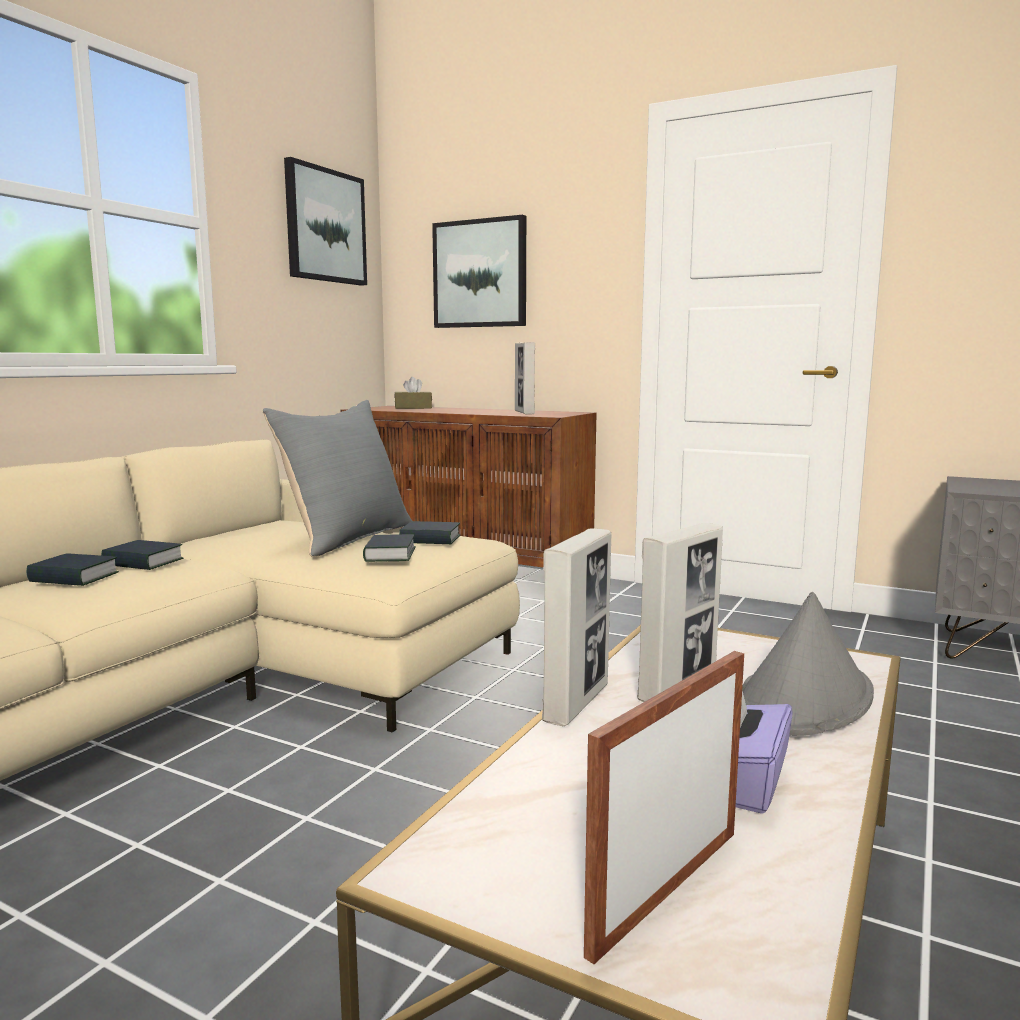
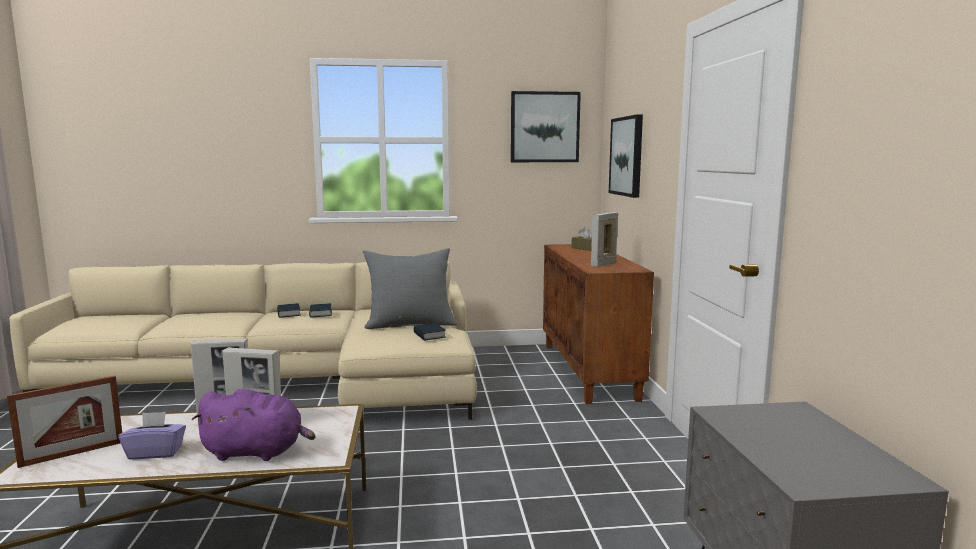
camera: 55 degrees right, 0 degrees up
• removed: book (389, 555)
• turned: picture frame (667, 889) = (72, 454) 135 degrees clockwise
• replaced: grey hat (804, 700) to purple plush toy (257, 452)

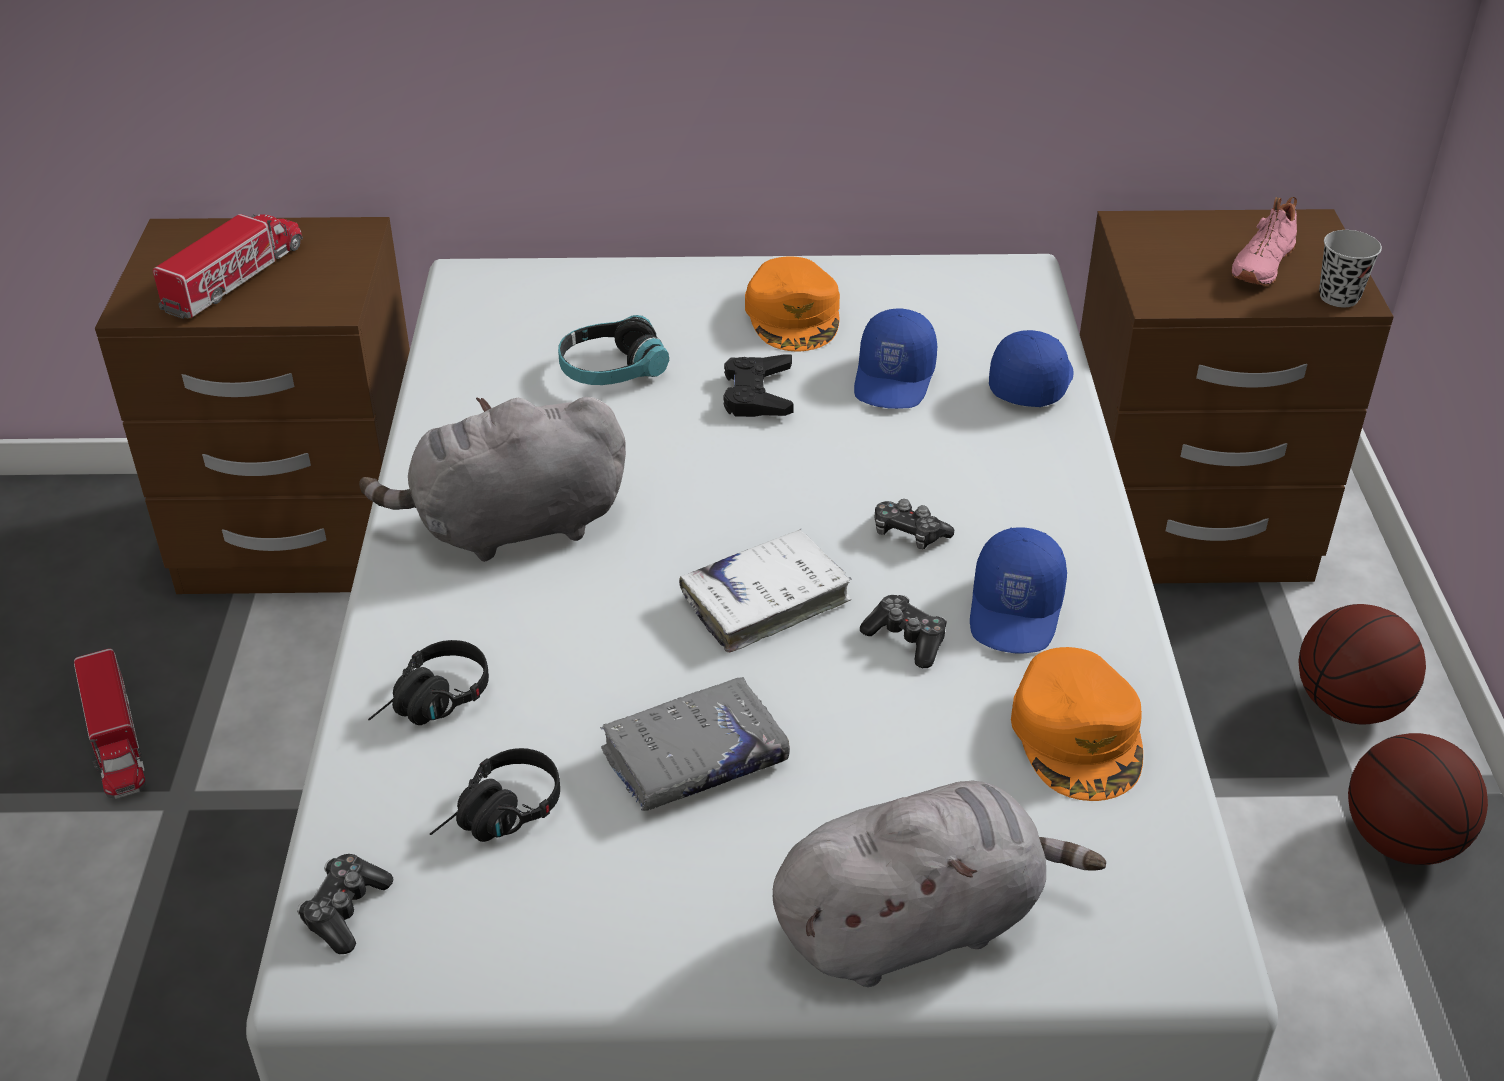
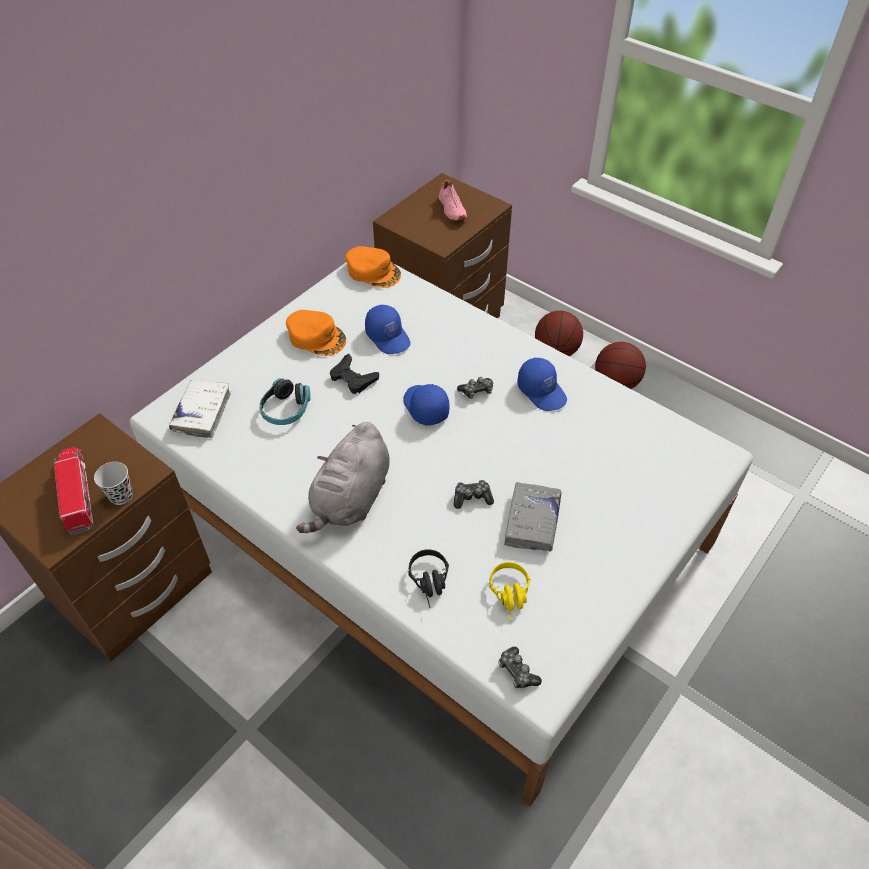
camera: 50 degrees left, 10 degrees up
• removed: toy truck (116, 739)
• recoloured: black headphones (499, 818) to yellow headphones (511, 597)
• moved: white book (765, 600) to (202, 412)
• removed: grey plush toy (916, 923)
• moved: game controller (906, 639) to (472, 498)
• moved: blue cap (1030, 381) to (425, 407)
• moved: orange cap (1078, 735) to (373, 271)
• moved: black cup (1339, 297) to (121, 496)

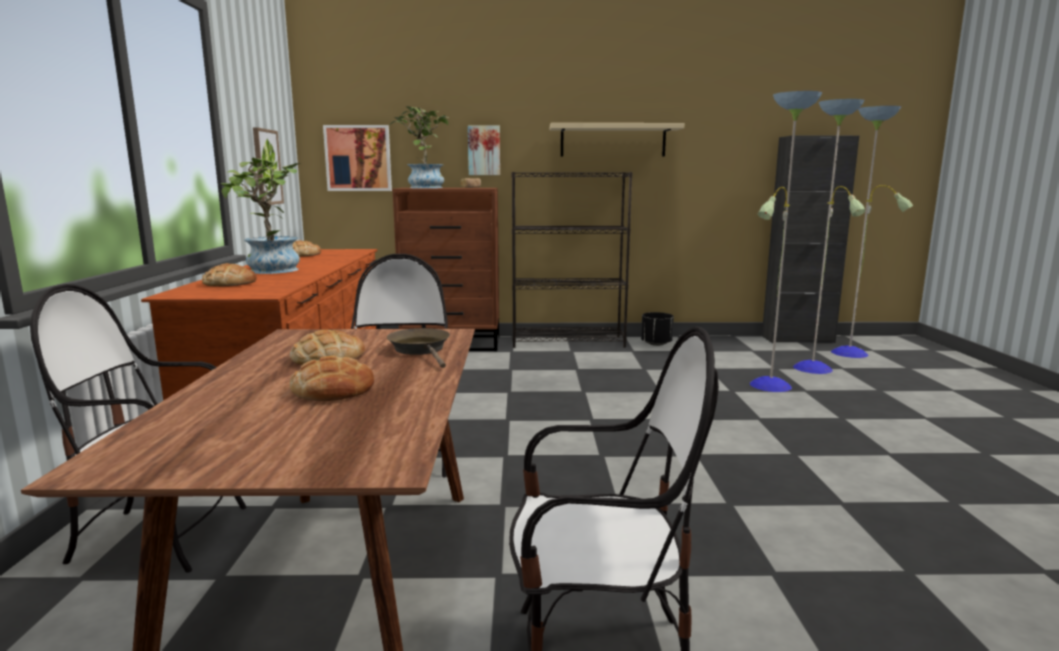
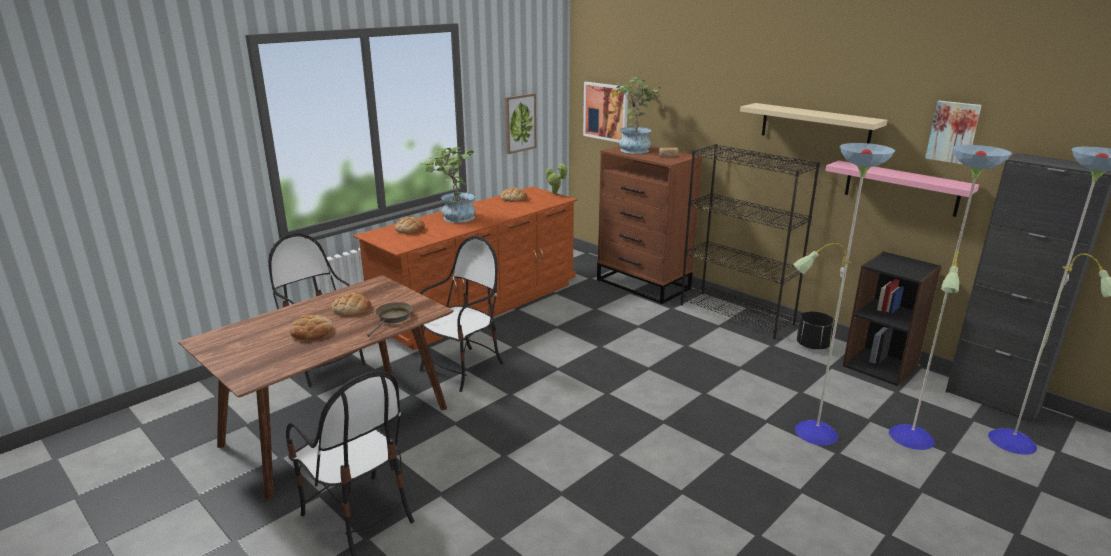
camera: 45 degrees right, 10 degrees up
• moved: picture (484, 150) to (953, 132)
• added: potted plant (555, 194)
• added: pink shelf (901, 188)
• added: black bookcase (880, 365)

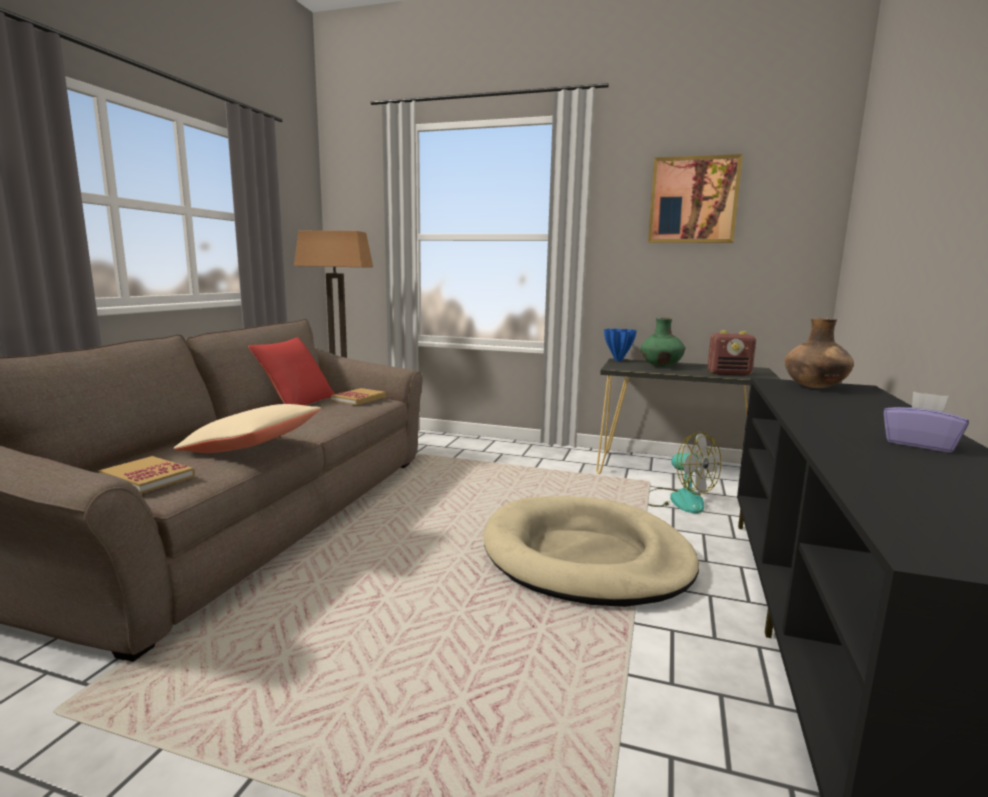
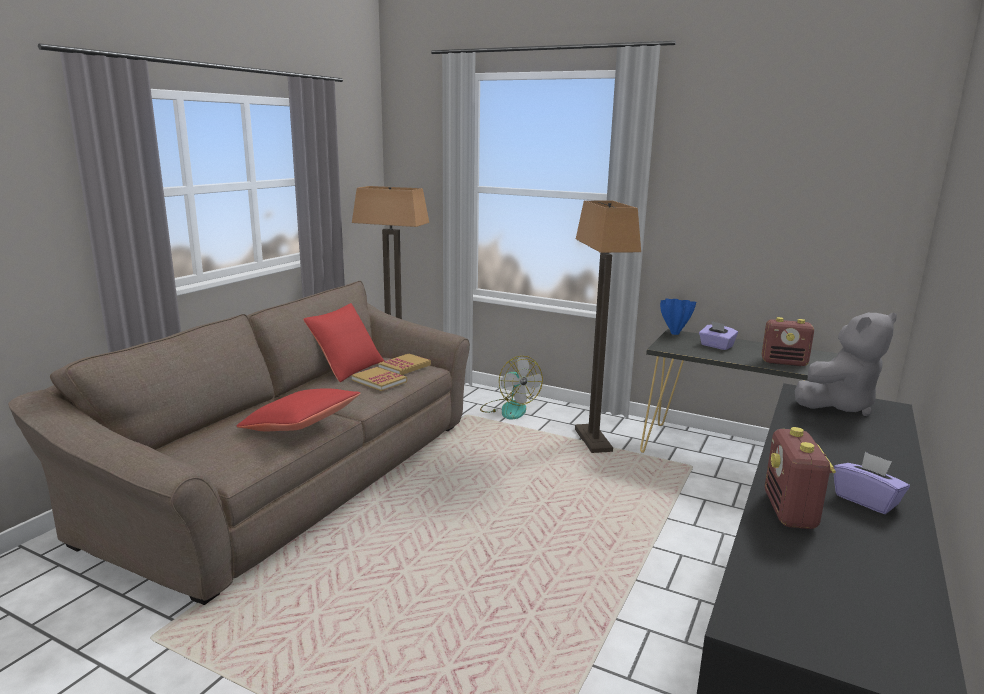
camera: 10 degrees right, 5 degrees up
• moved: book (147, 477) to (379, 381)
• recoloured: beige pillow (252, 447) to red pillow (301, 426)
• removed: beige dog bed (586, 557)
• replaced: green vase (661, 366) to purple tissue box (716, 346)
• removed: picture (693, 200)
• moved: fan (678, 500) to (509, 409)
• replaced: brown vase (815, 387) to grey plush toy (838, 405)
• added: floor lamp (593, 440)
• added: radio (790, 511)

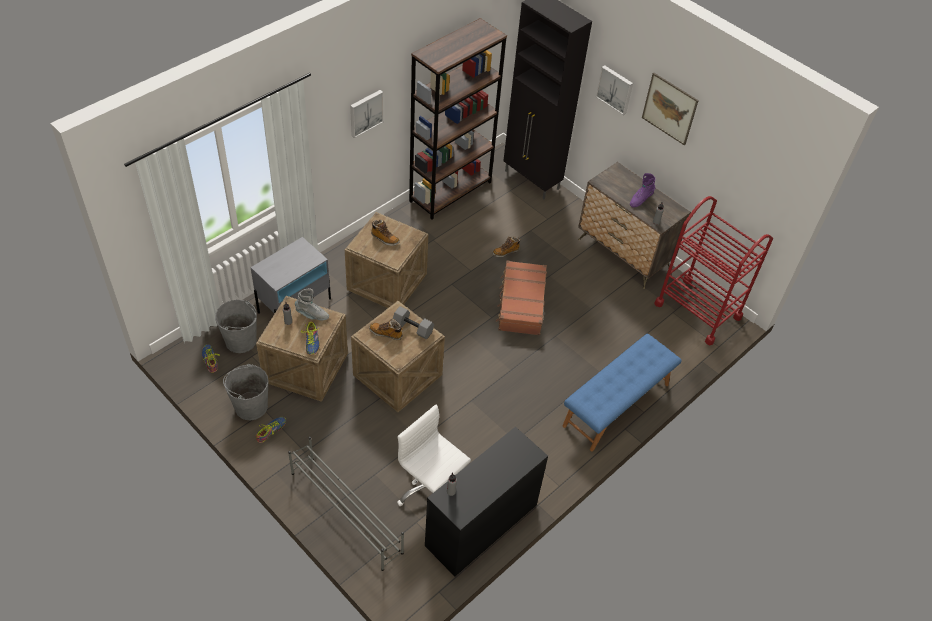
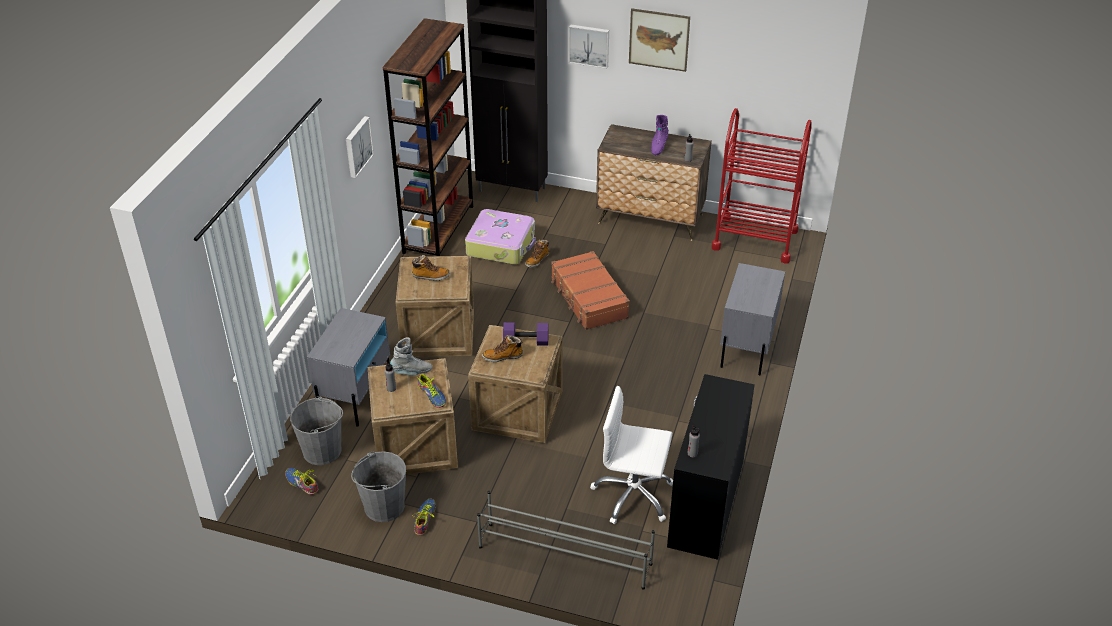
camera: 25 degrees left, 10 degrees down
• recoloured: grey dumbbell (413, 327) to purple dumbbell (526, 341)
• replaced: blue bench (617, 405) to grey nightstand (747, 346)
• added: suitcase (501, 245)

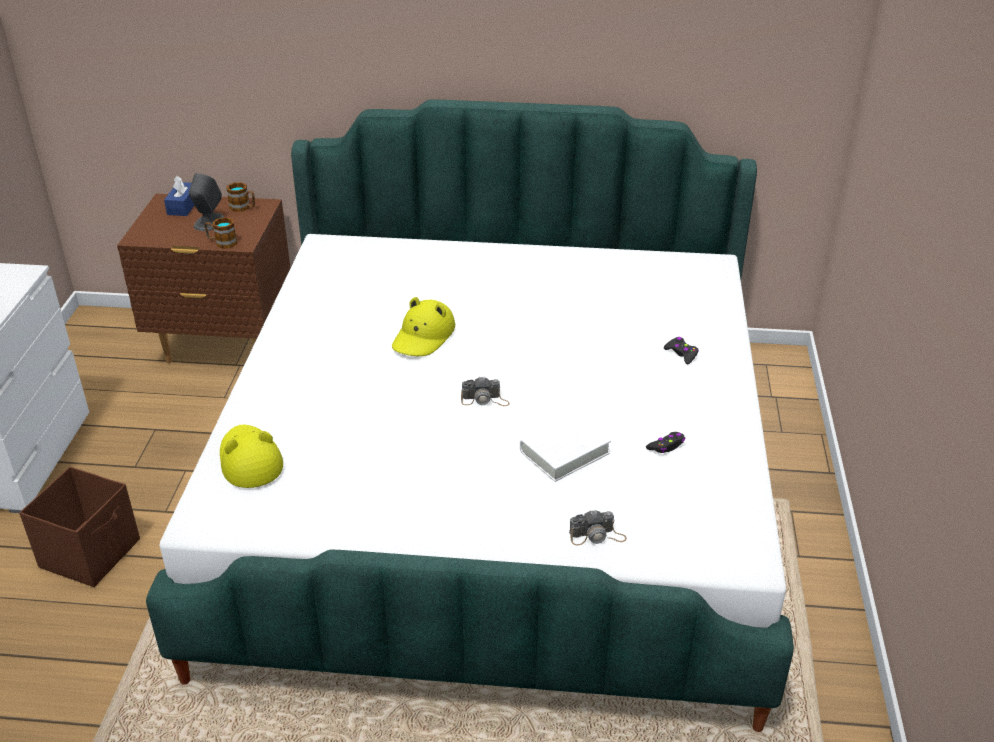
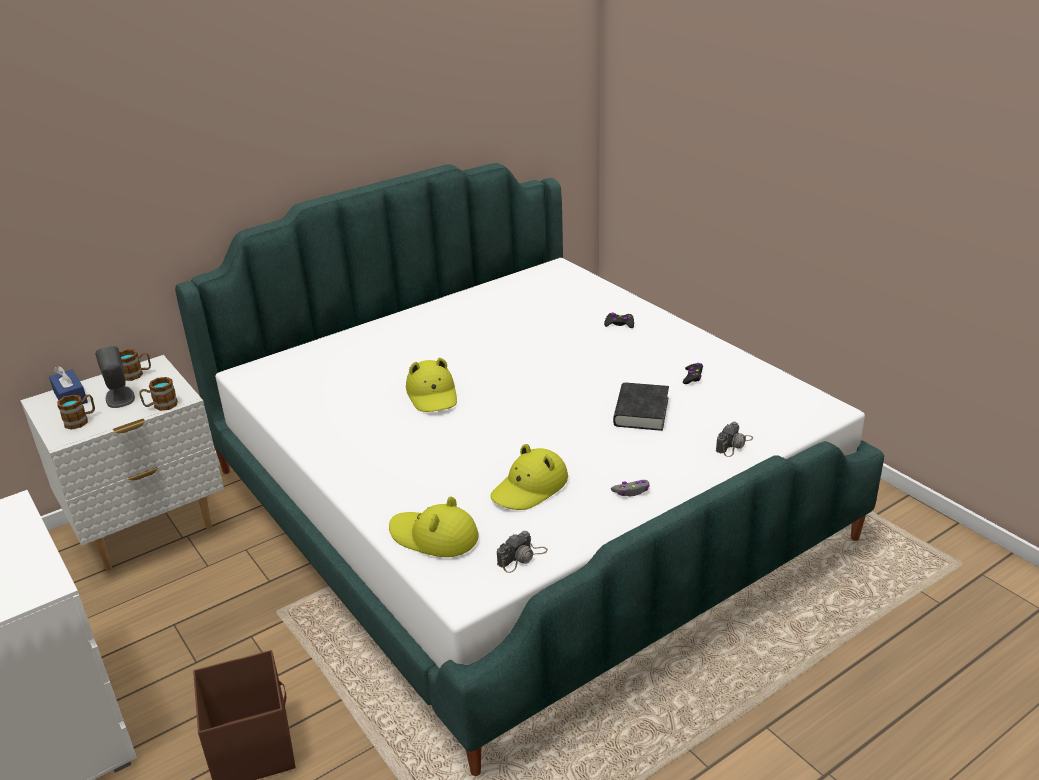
camera: 40 degrees left, 5 degrees down
• recoloured: brown nightstand (224, 345) to white nightstand (149, 529)
• moved: photo camera (485, 400) to (522, 557)
• recoloured: white book (564, 452) to black book (641, 412)
• added: mug (81, 420)
• added: yellow hat (530, 488)
• added: grey game controller (631, 491)

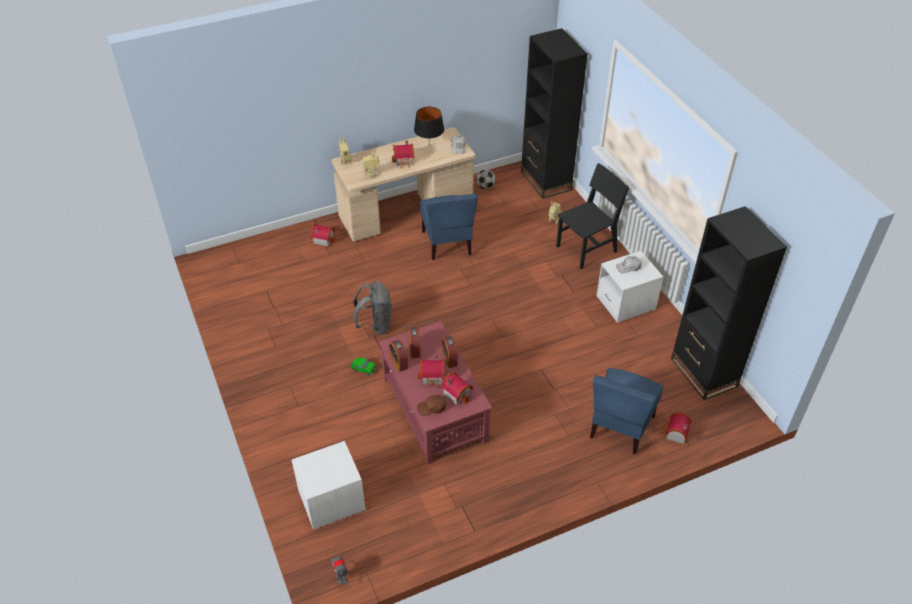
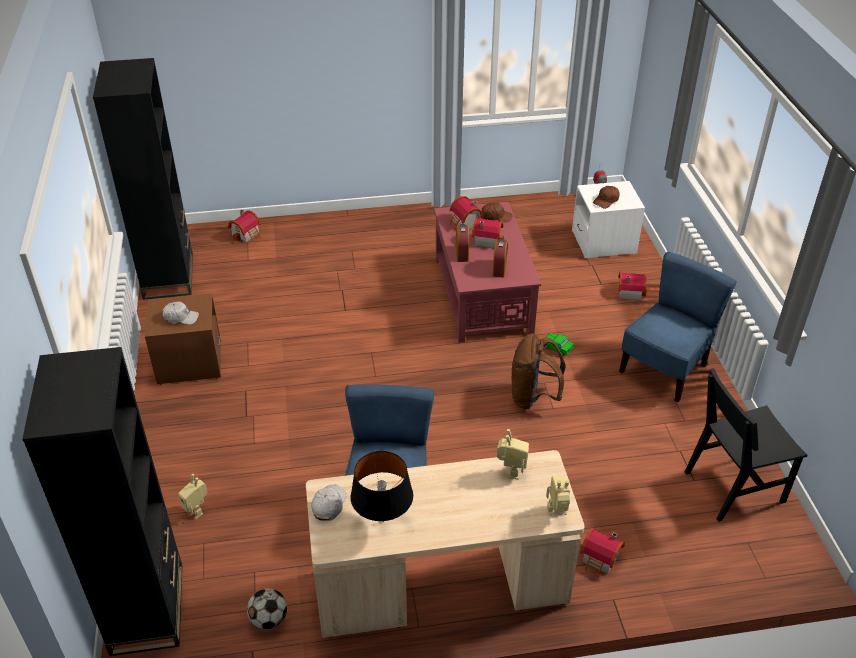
camera: 165 degrees left, 5 degrees down
• recoloured: grey backpack (375, 325) to brown backpack (533, 397)
• removed: alarm clock (399, 362)
• moved: toy house (404, 161) to (629, 292)
• moved: black chair (586, 249) to (734, 486)
• moved: blue chair (620, 426) to (664, 370)
• recoloured: white nightstand (626, 303) to brown nightstand (189, 363)
• added: brown cap (606, 201)

